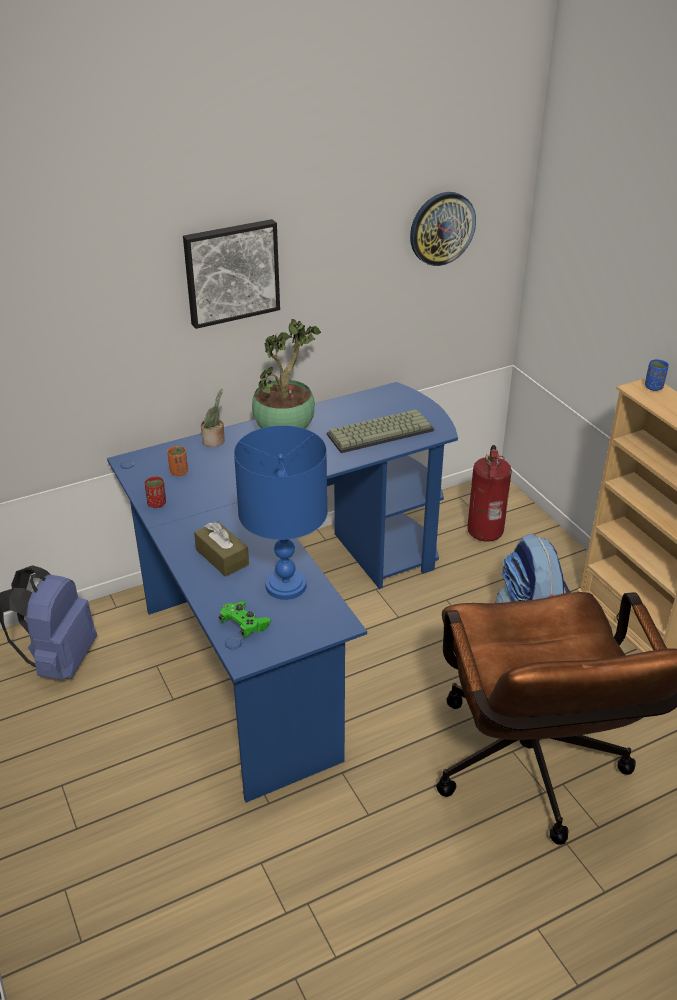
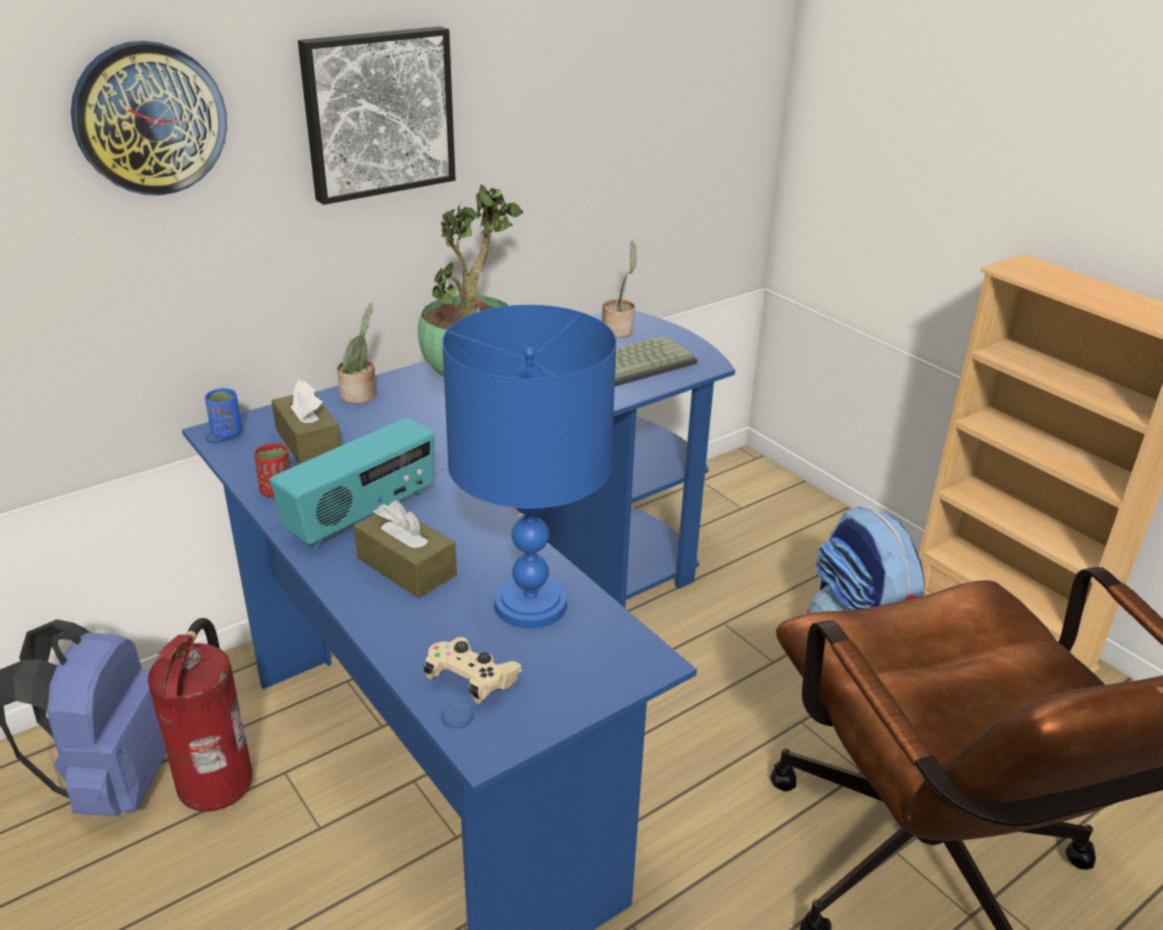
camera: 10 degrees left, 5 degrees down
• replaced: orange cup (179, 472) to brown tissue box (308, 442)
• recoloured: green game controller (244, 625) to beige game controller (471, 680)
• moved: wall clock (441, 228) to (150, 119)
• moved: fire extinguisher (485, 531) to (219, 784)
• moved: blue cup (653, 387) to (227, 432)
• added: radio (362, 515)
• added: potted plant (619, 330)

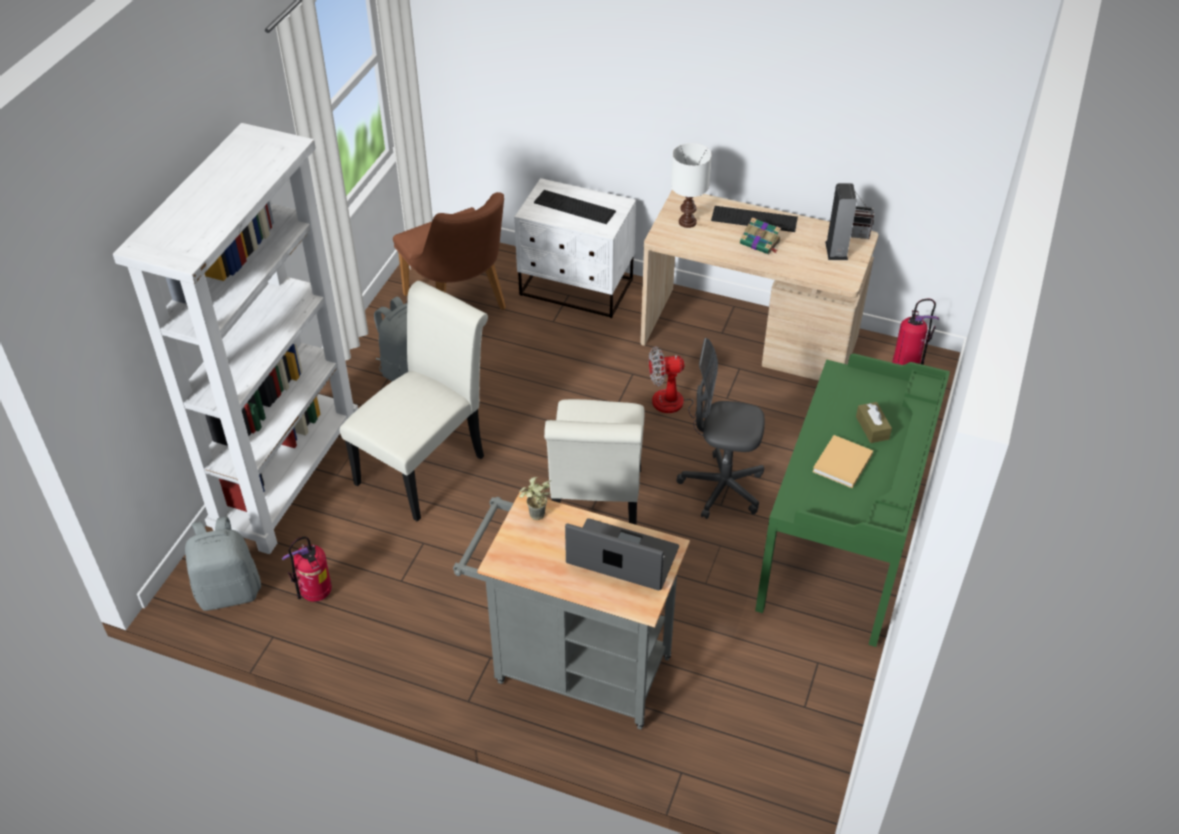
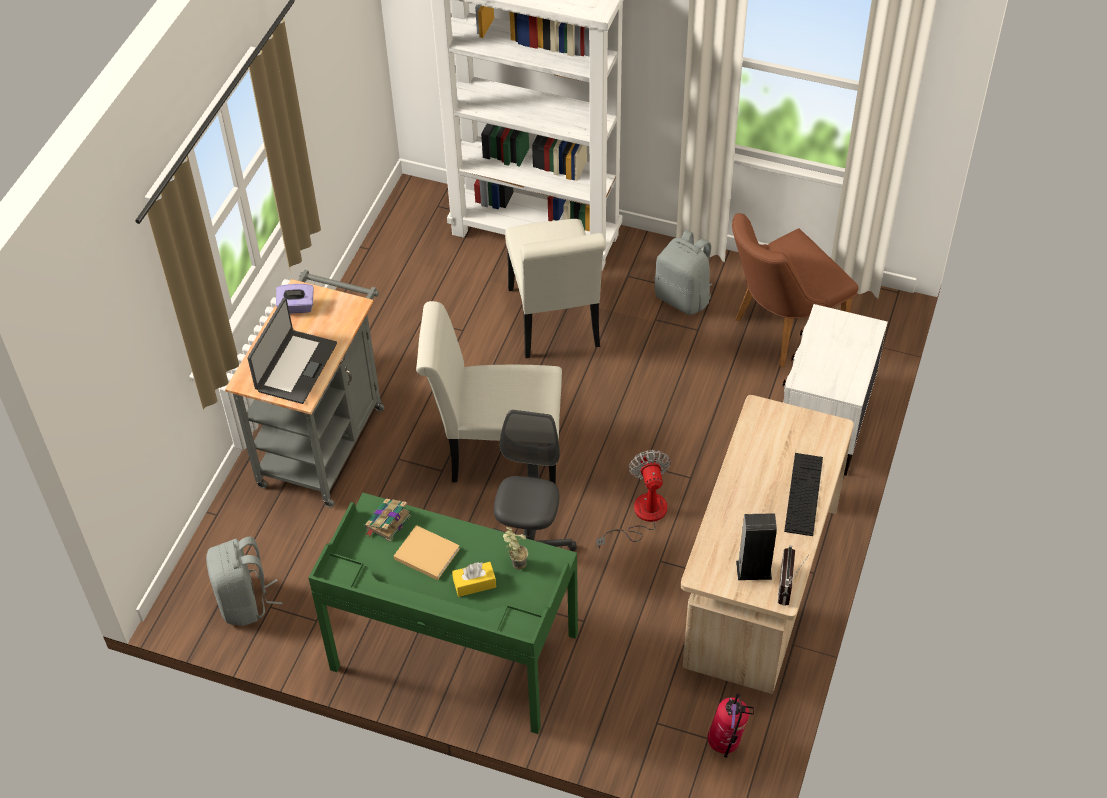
camera: 90 degrees right, 5 degrees up
• moved: grey backpack (229, 591) to (245, 602)
• removed: fire extinguisher (316, 595)
• turned: white chair (426, 464) = (555, 324) 45 degrees clockwise
• moved: potted plant (535, 518) to (515, 562)
• removed: keyboard (574, 207)
• removed: white table lamp (686, 222)
• moved: book (760, 243) to (387, 522)
• recoloured: brown tissue box (872, 428) to yellow tissue box (474, 583)
• added: purple tissue box (296, 307)

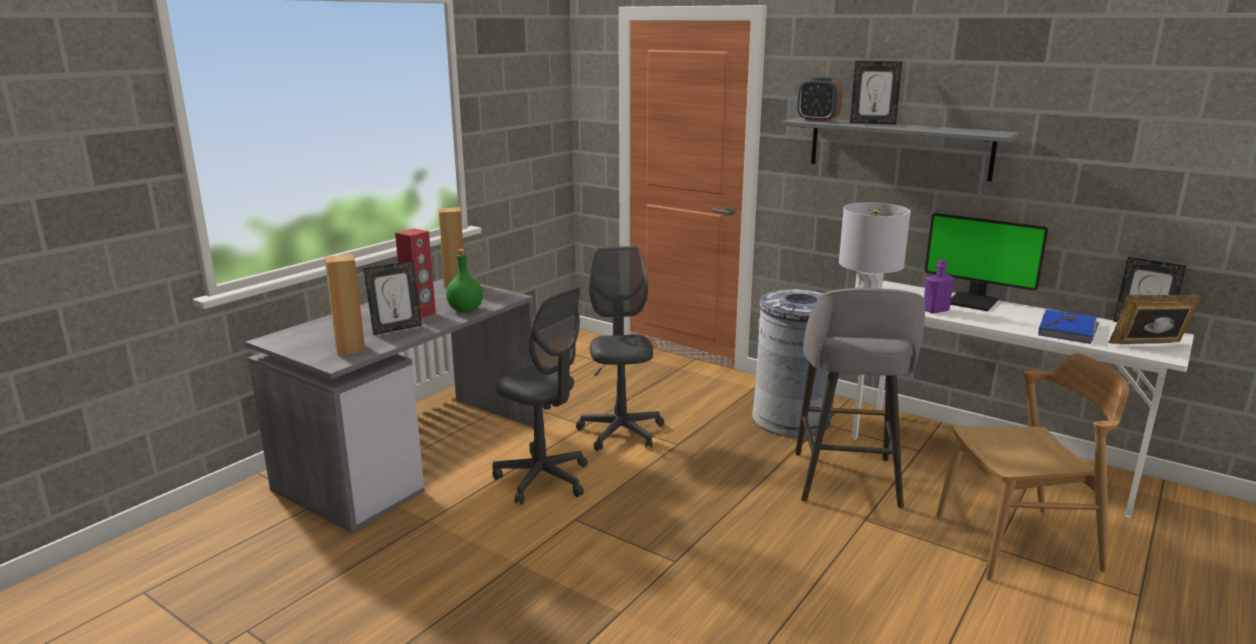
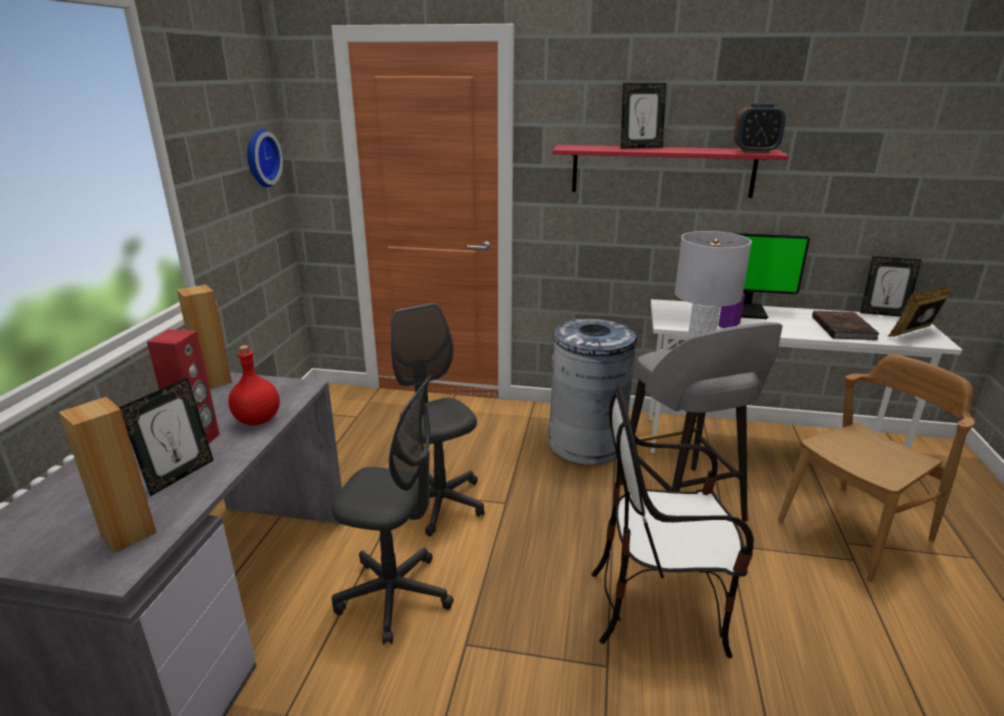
camera: 25 degrees left, 5 degrees up
• recoloured: green bottle (465, 310) to red bottle (257, 420)
• recoloured: grey shelf (898, 148) to red shelf (662, 171)
• moved: alarm clock (817, 120) to (755, 151)
• recoloured: blue book (1068, 329) to brown book (844, 328)
• added: wall clock (260, 158)
• added: chair (658, 607)

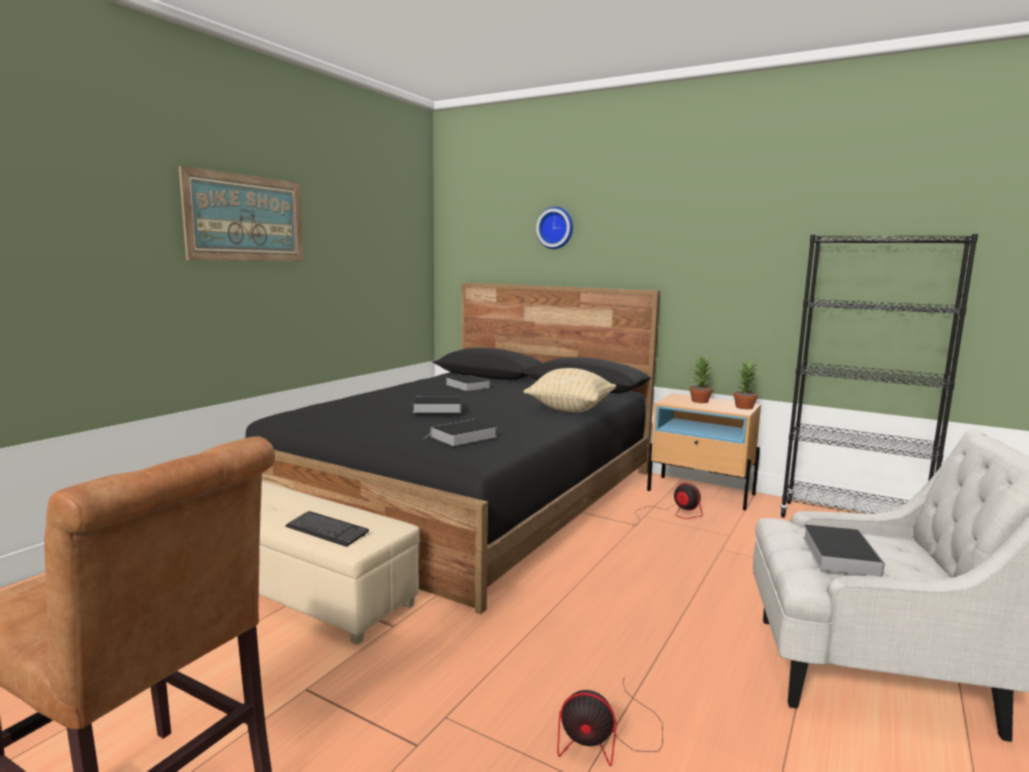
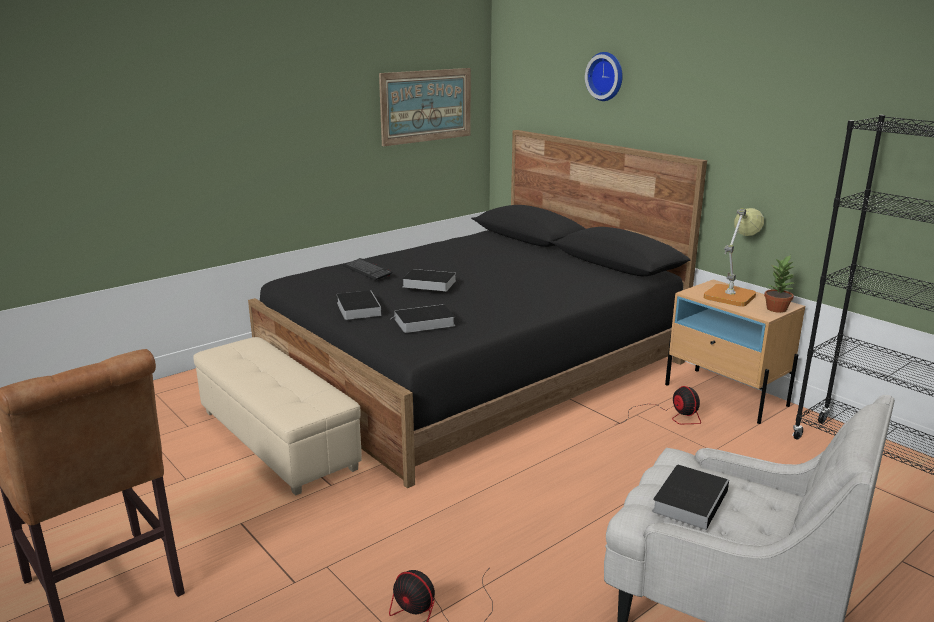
camera: 20 degrees right, 10 degrees up
• moved: picture (246, 218) to (426, 106)
• moved: keyboard (326, 530) to (367, 270)
• moved: book (466, 386) to (357, 308)
• removed: beige pillow (570, 409)
• replaced: potted plant (699, 401) to table lamp (731, 294)

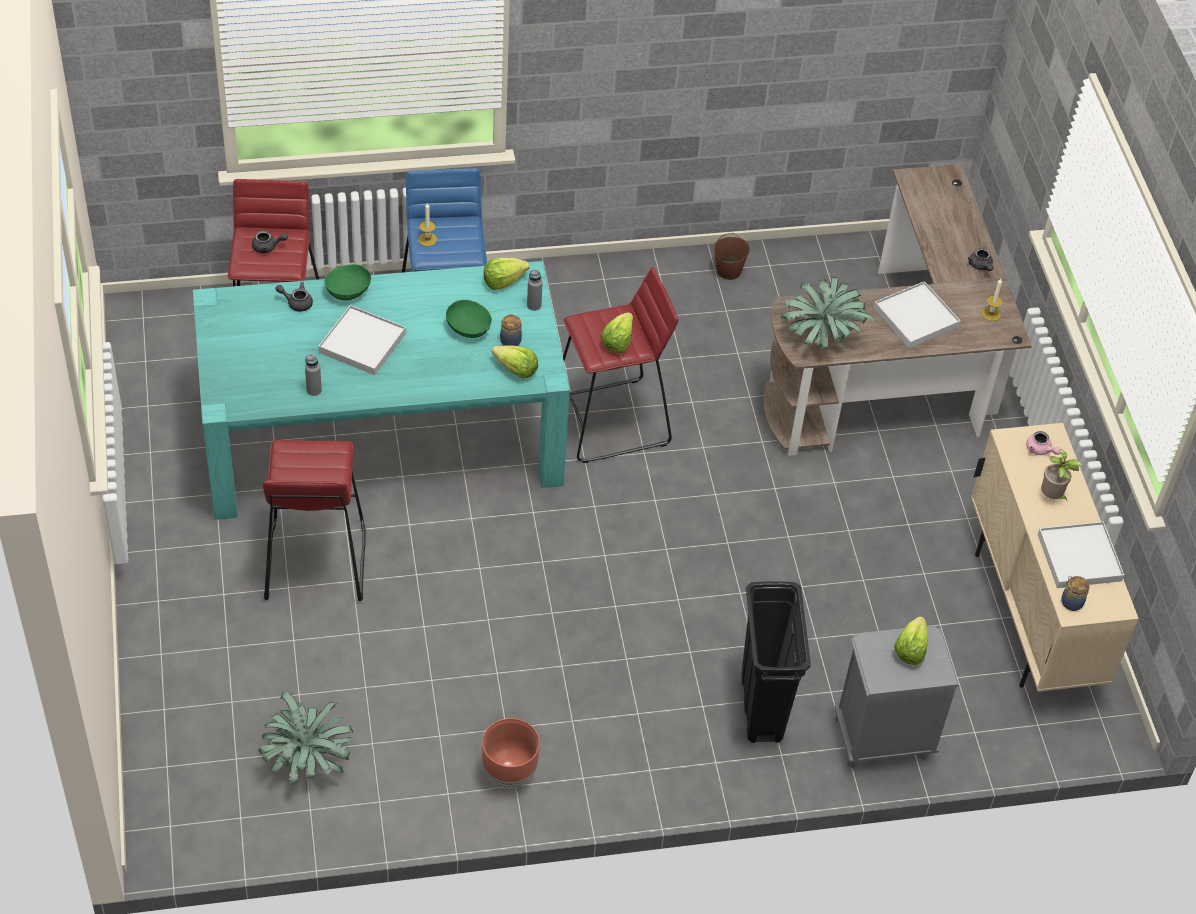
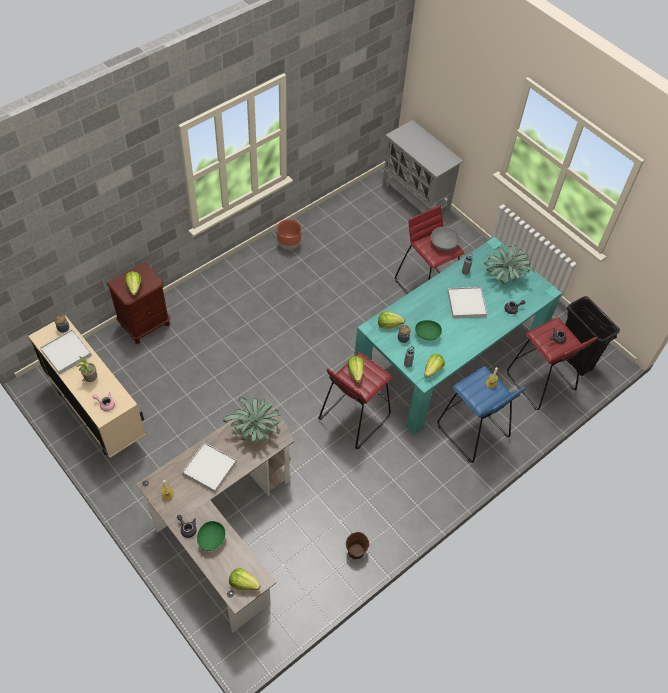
camera: 150 degrees right, 5 degrees up
• moved: potted plant (308, 759) to (505, 275)
• moved: green bowl (348, 291) to (212, 540)
• moved: black trash can (761, 709) to (573, 359)
• recoloured: grey nightstand (881, 738) to brown nightstand (145, 325)
• added: lettuce (243, 583)
• added: grey cabinet (416, 199)
• added: grey bowl (444, 243)

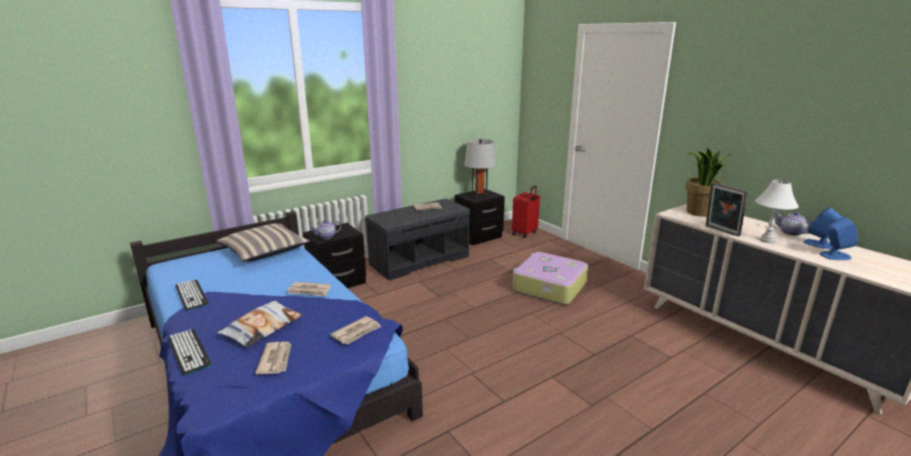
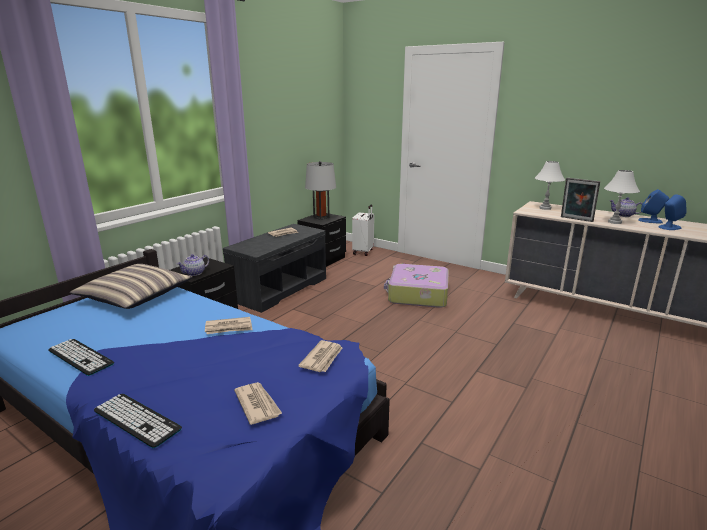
camera: 20 degrees left, 0 degrees up
• removed: pillow (262, 328)
• recoloured: red suitcase (525, 233) to white suitcase (363, 252)
• replaced: potted plant (699, 213) to white table lamp (545, 208)

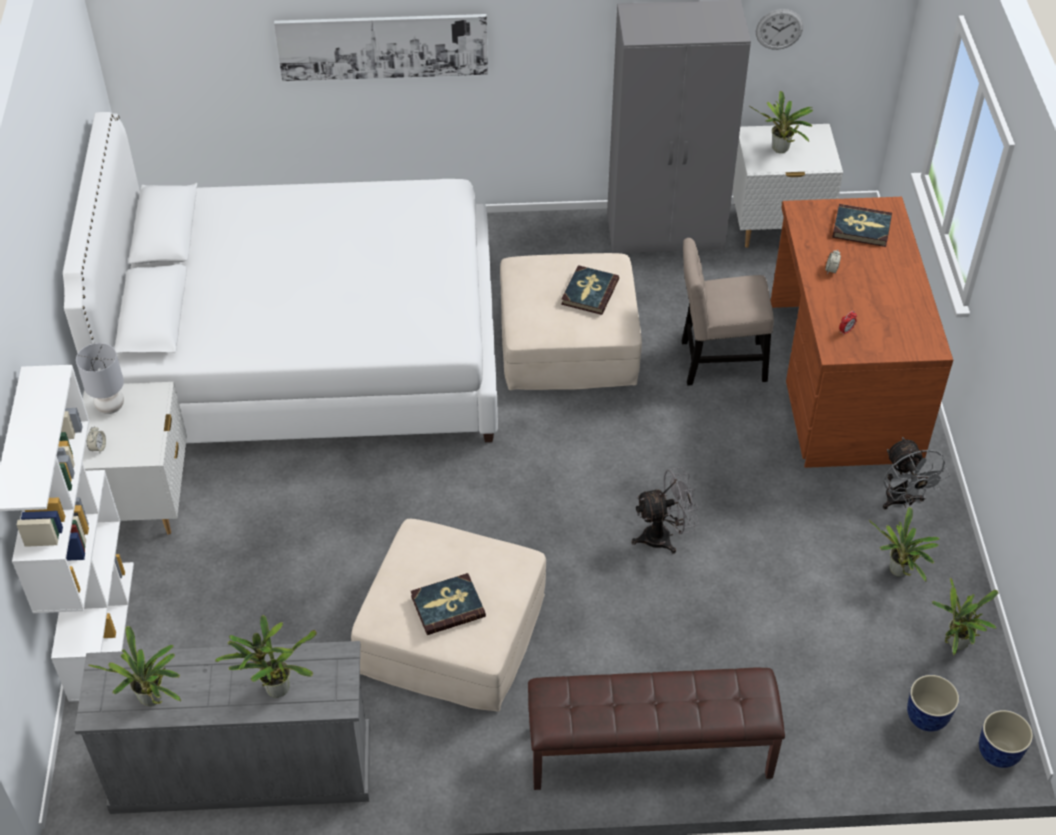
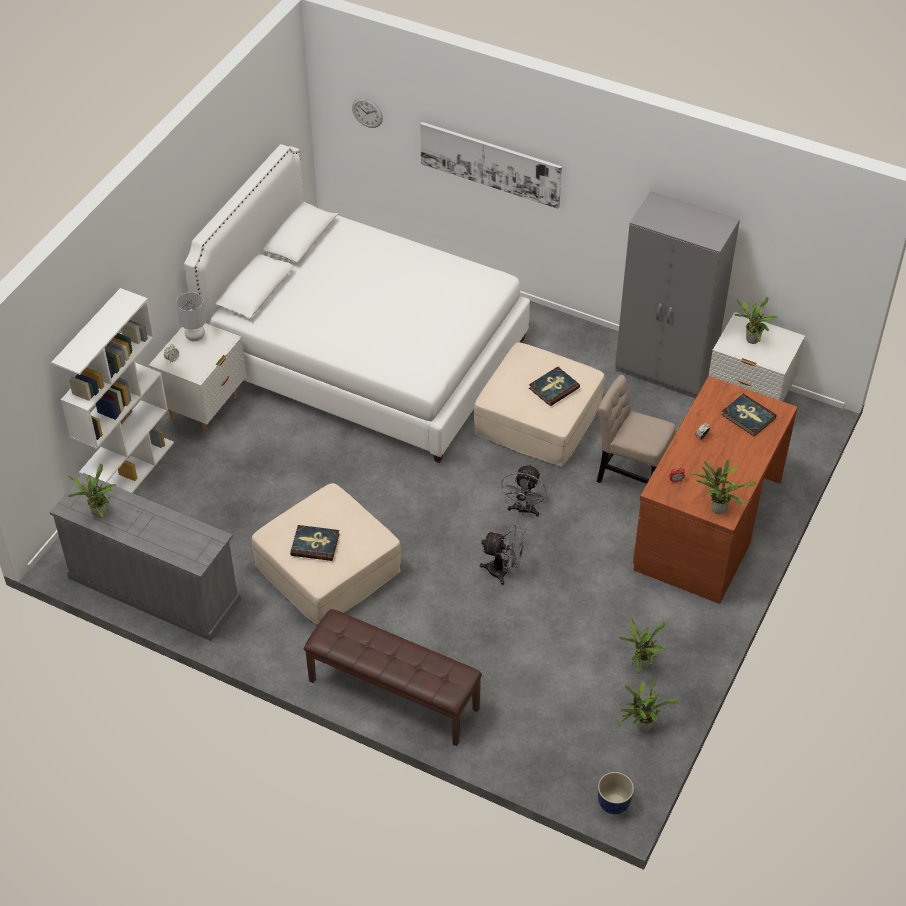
camera: 30 degrees right, 0 degrees up
• moved: potted plant (274, 688) to (717, 508)
• moved: wall clock (779, 29) to (367, 112)
• moved: grey fan (902, 501) to (523, 510)
• removed: planter (927, 718)

